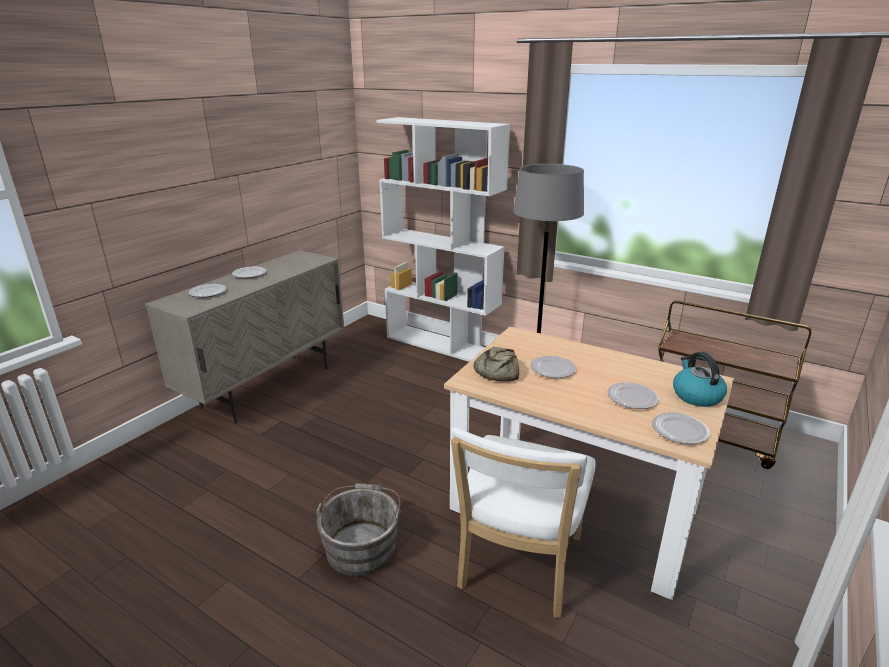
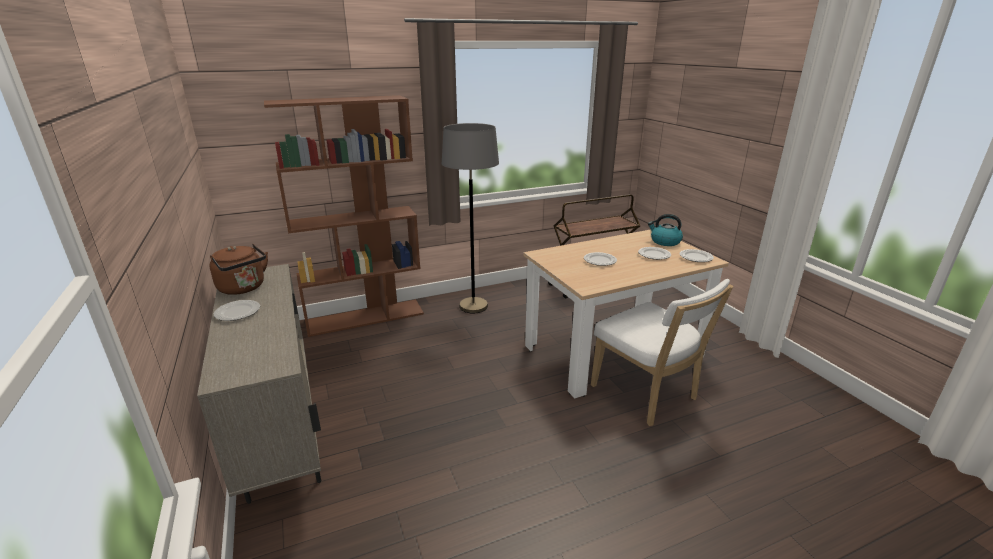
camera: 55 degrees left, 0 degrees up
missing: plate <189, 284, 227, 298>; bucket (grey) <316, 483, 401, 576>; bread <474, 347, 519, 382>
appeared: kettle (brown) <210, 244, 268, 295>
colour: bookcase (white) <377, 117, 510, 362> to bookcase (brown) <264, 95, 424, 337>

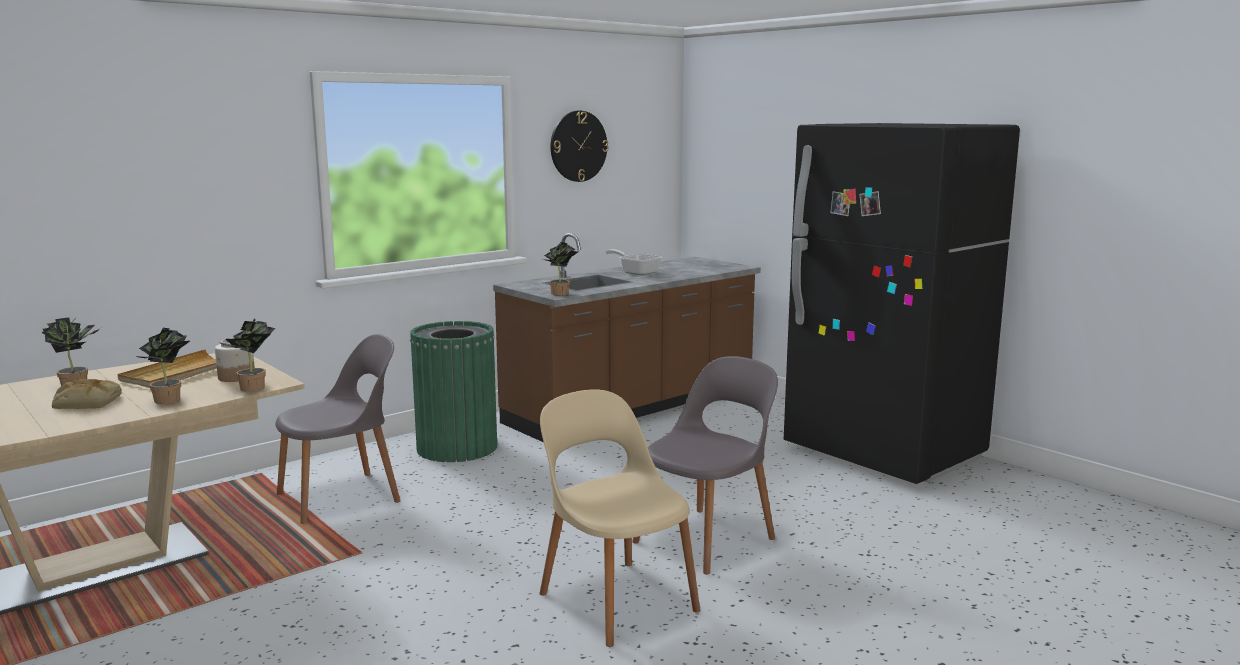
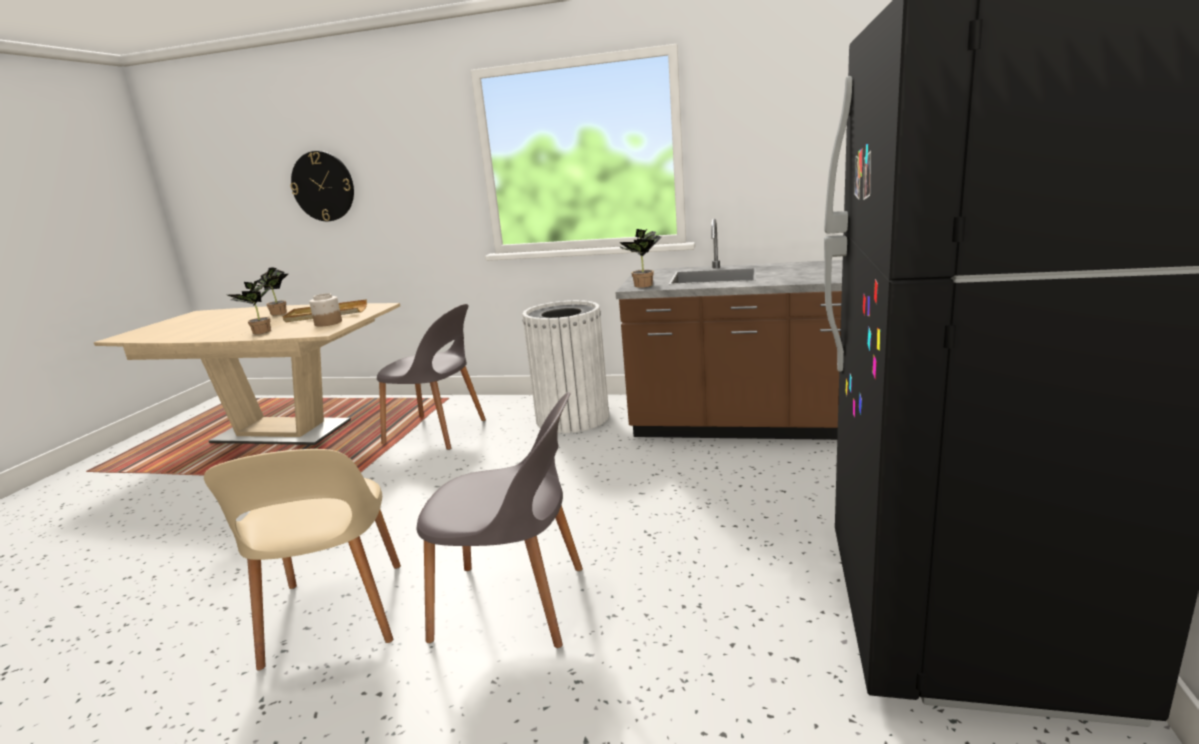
camera: 55 degrees right, 5 degrees up
missing: bread <52, 379, 122, 409>; potted plant <220, 319, 275, 391>; frying pan <606, 249, 662, 275>
relocated: wall clock <551, 111, 608, 182> to <290, 151, 354, 221>
colour: trash can (green) <410, 321, 497, 462> to trash can (white) <522, 300, 609, 433>
spun: chair (beige) <540, 389, 700, 647> = <204, 449, 401, 671> 150 degrees clockwise

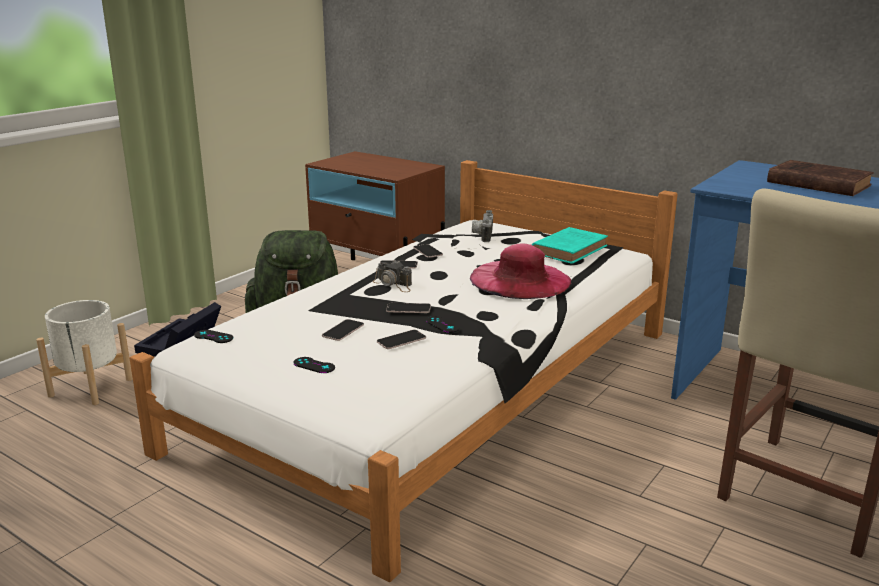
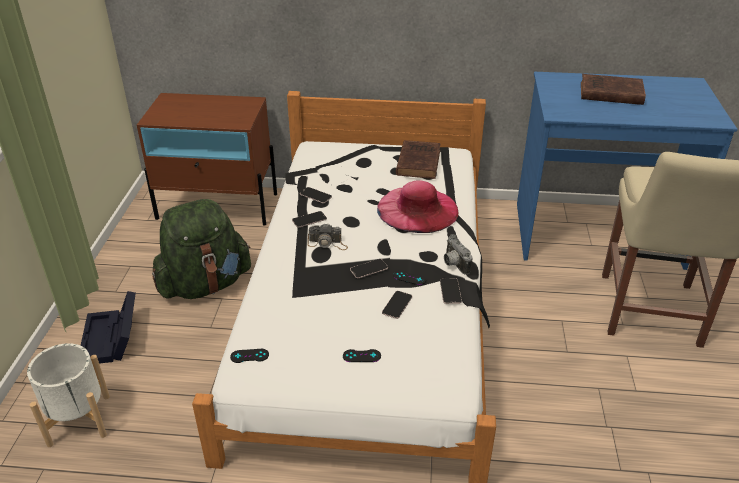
camera: 30 degrees left, 15 degrees up
relocated: phone <322, 319, 364, 341> to <440, 278, 462, 304>; photo camera <472, 210, 493, 242> to <444, 234, 473, 275>
colour: book (turquoise) <532, 227, 608, 264> to book (brown) <396, 140, 441, 179>

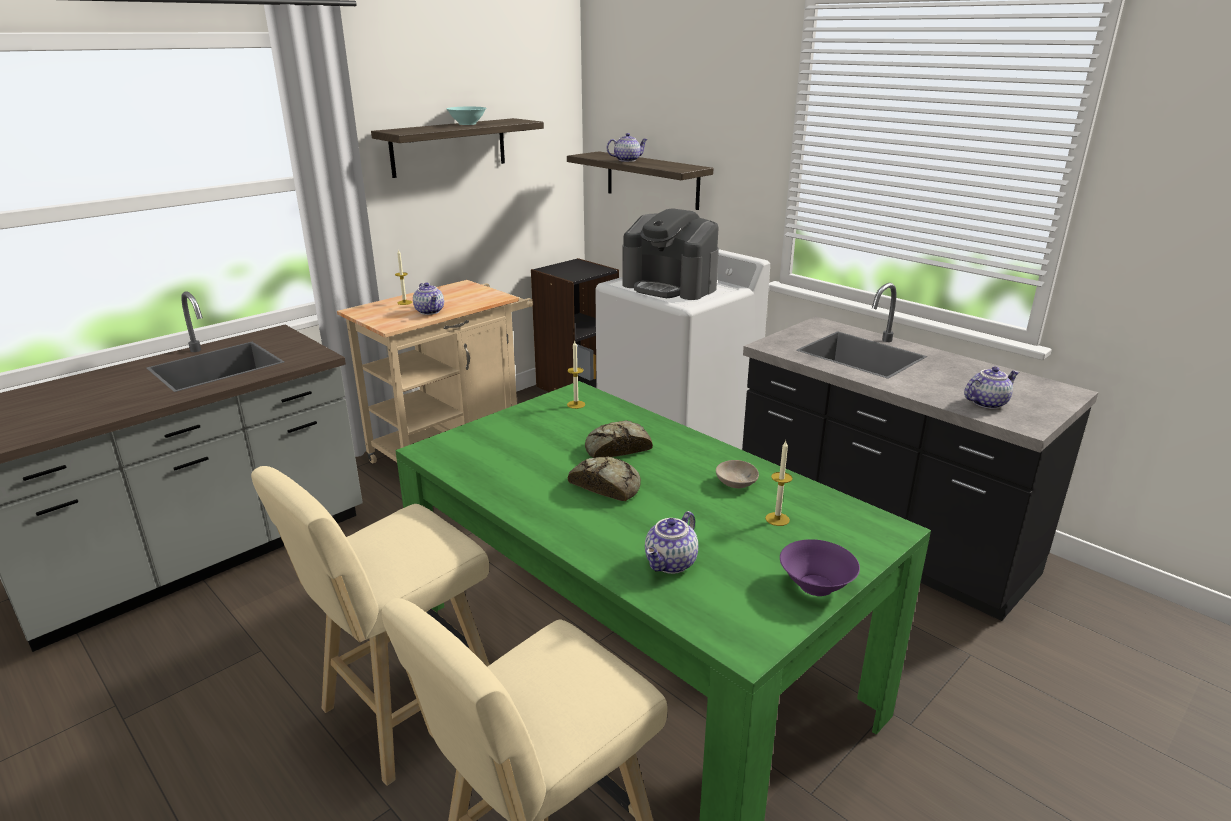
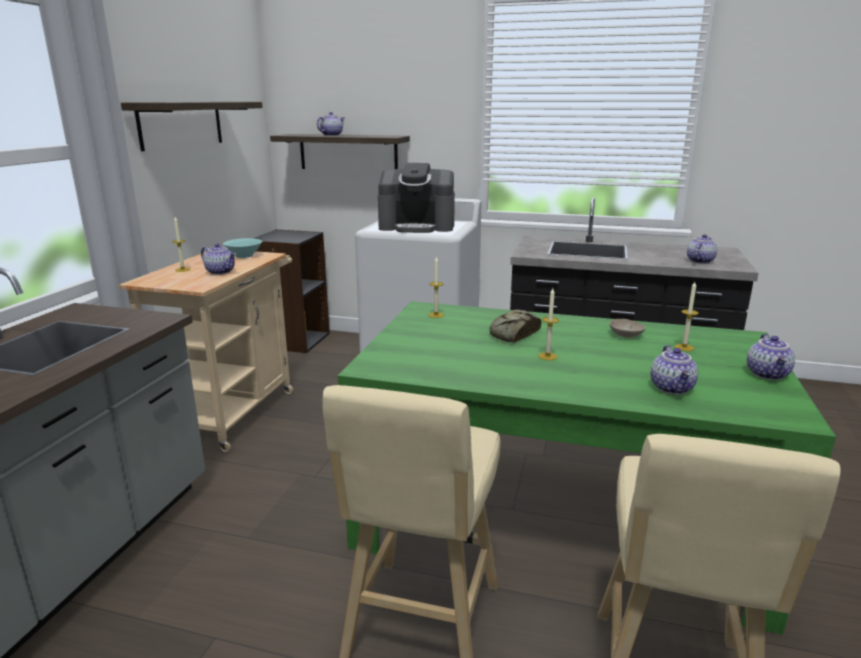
camera: 30 degrees left, 5 degrees down
relocated: bowl (turquoise) <447, 107, 486, 125> to <223, 238, 262, 258>
exchanged: bread <568, 457, 641, 501> to candle <538, 288, 559, 360>; bowl (purple) <780, 539, 860, 596> to teapot <747, 334, 795, 380>

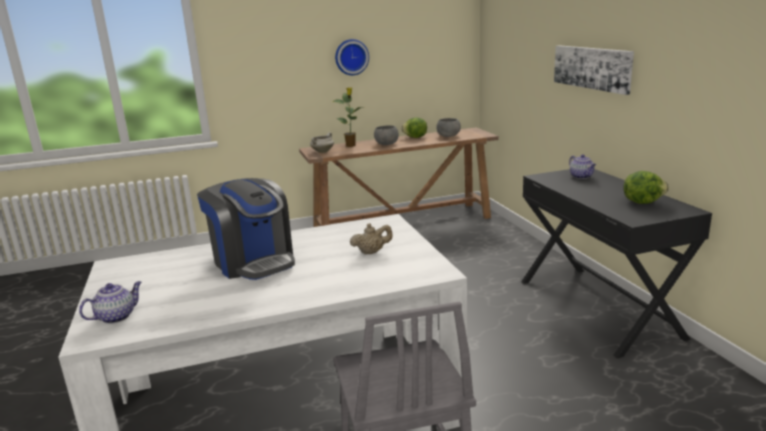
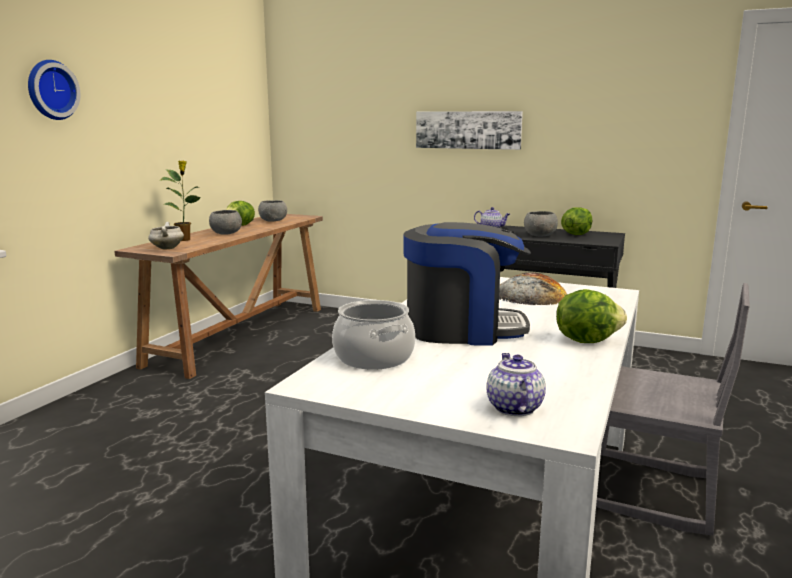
camera: 50 degrees left, 5 degrees down
appeared: cooking pot <332, 300, 415, 370>; bowl (grey) <524, 211, 558, 236>; lettuce <556, 289, 627, 343>
relocated: wall clock <335, 39, 369, 75> to <28, 60, 80, 120>
exchanged: teapot (beige) <350, 223, 393, 255> to bread <499, 272, 567, 305>

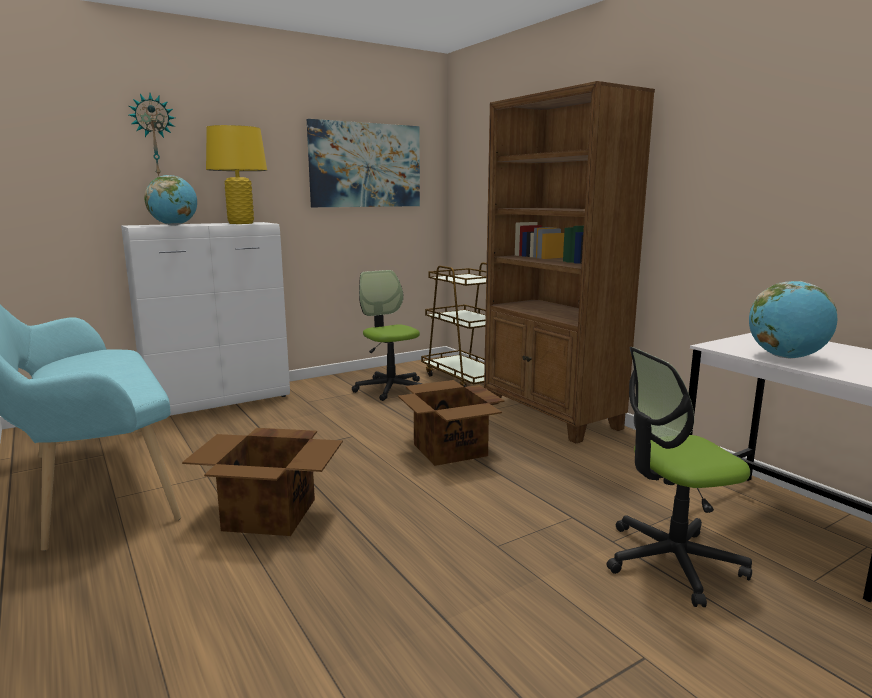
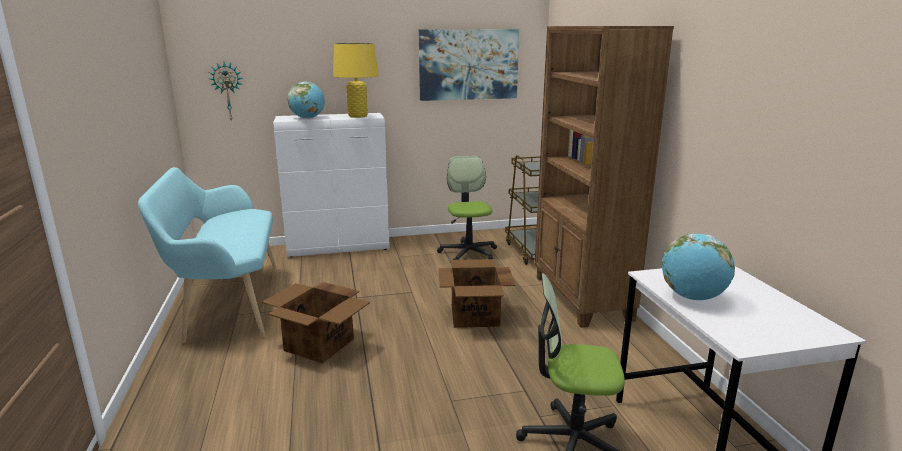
camera: 20 degrees right, 5 degrees up
relocated: wall clock <129, 93, 175, 177> to <209, 62, 243, 122>

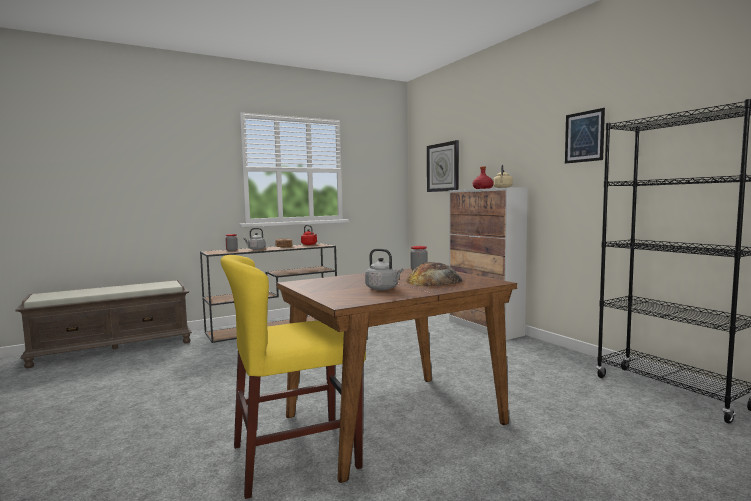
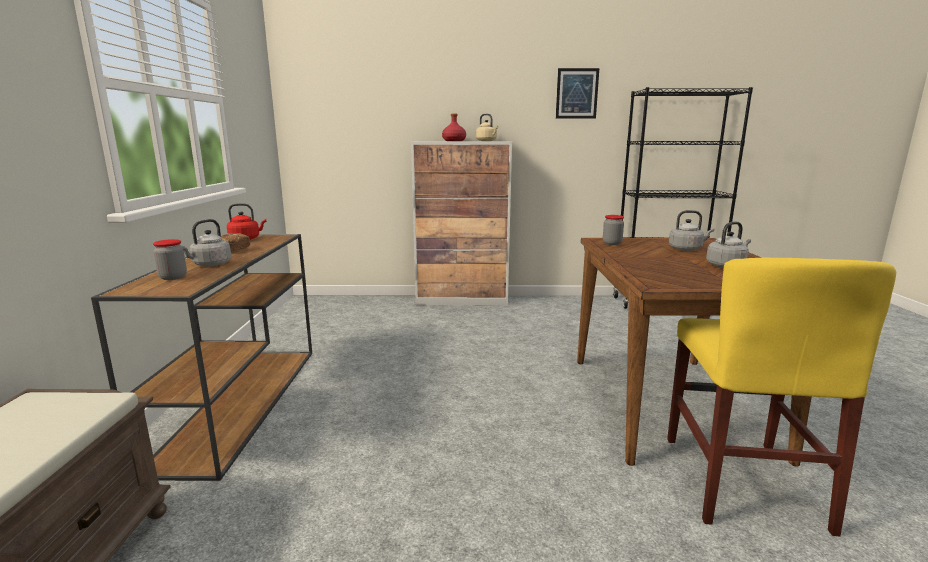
camera: 60 degrees left, 10 degrees up
missing: wall clock <427, 140, 459, 192>
exchanged: bread <406, 262, 462, 286> to kettle (grey) <669, 210, 714, 251>

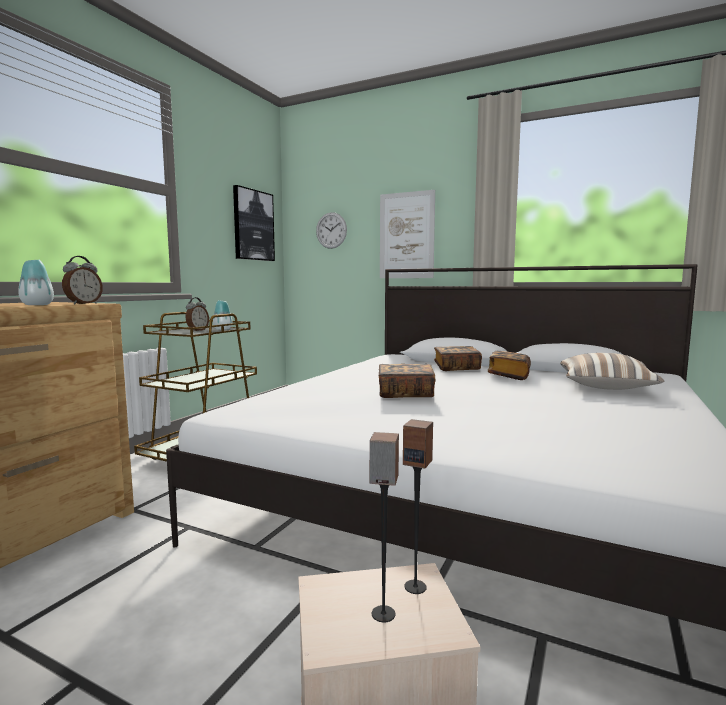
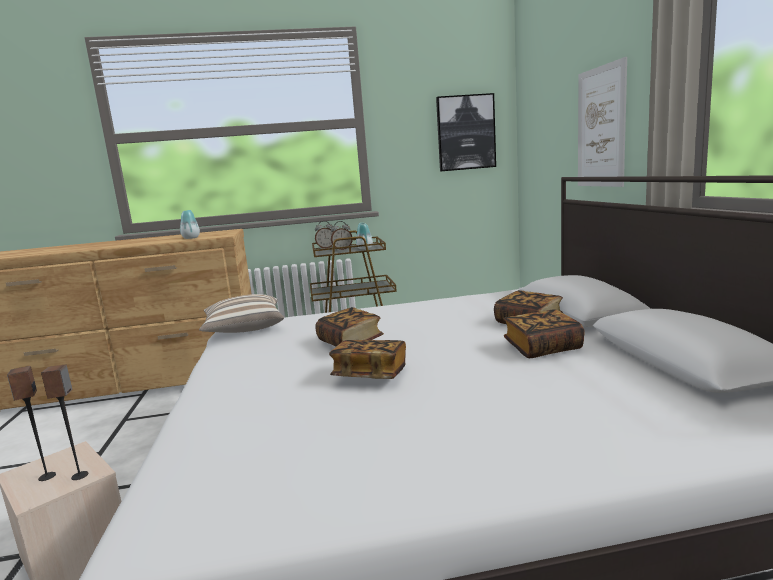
camera: 55 degrees right, 5 degrees up
missing: wall clock <316, 212, 347, 249>
appeared: book <329, 340, 406, 379>
relocated: alarm clock <62, 256, 103, 304> to <315, 221, 333, 249>; pillow <560, 353, 664, 390> to <199, 294, 284, 333>

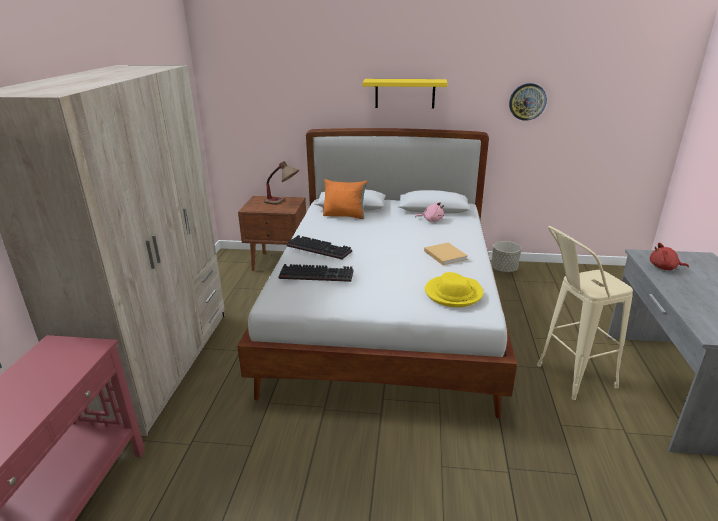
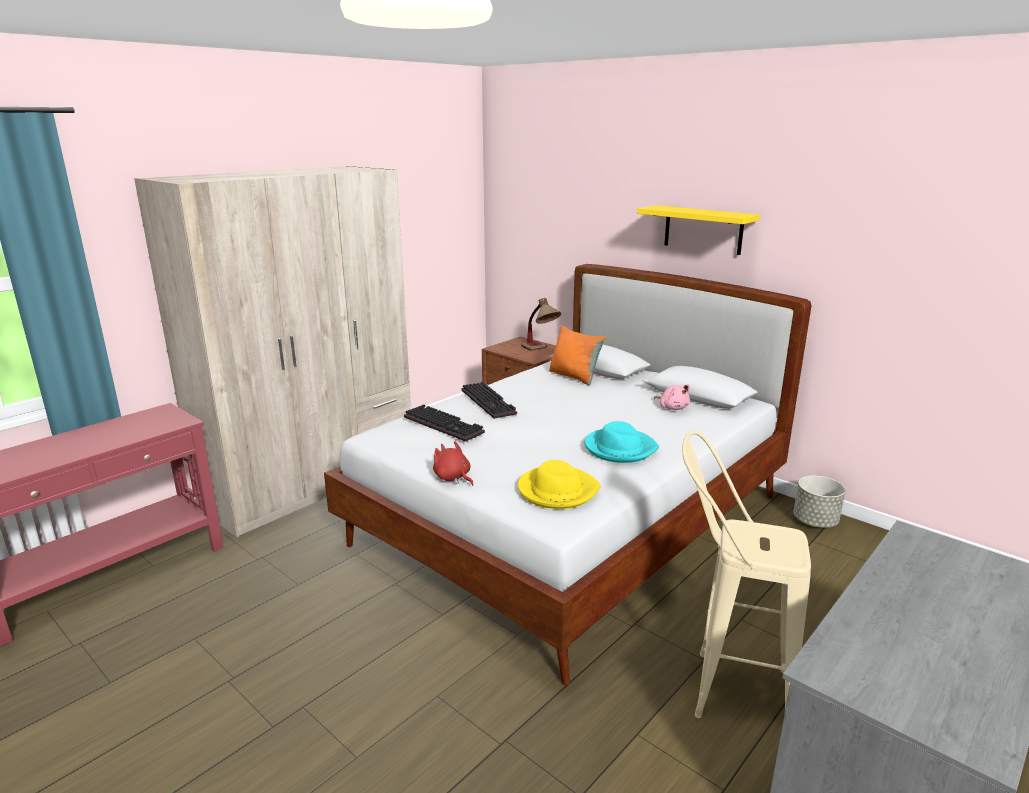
camera: 35 degrees right, 5 degrees down
missing: wall clock <509, 83, 547, 121>
relocated: plush toy (red) <650, 243, 689, 270> to <433, 441, 473, 486>
exchanged: book (beige) <424, 242, 468, 265> to hat (turquoise) <584, 421, 659, 463>

